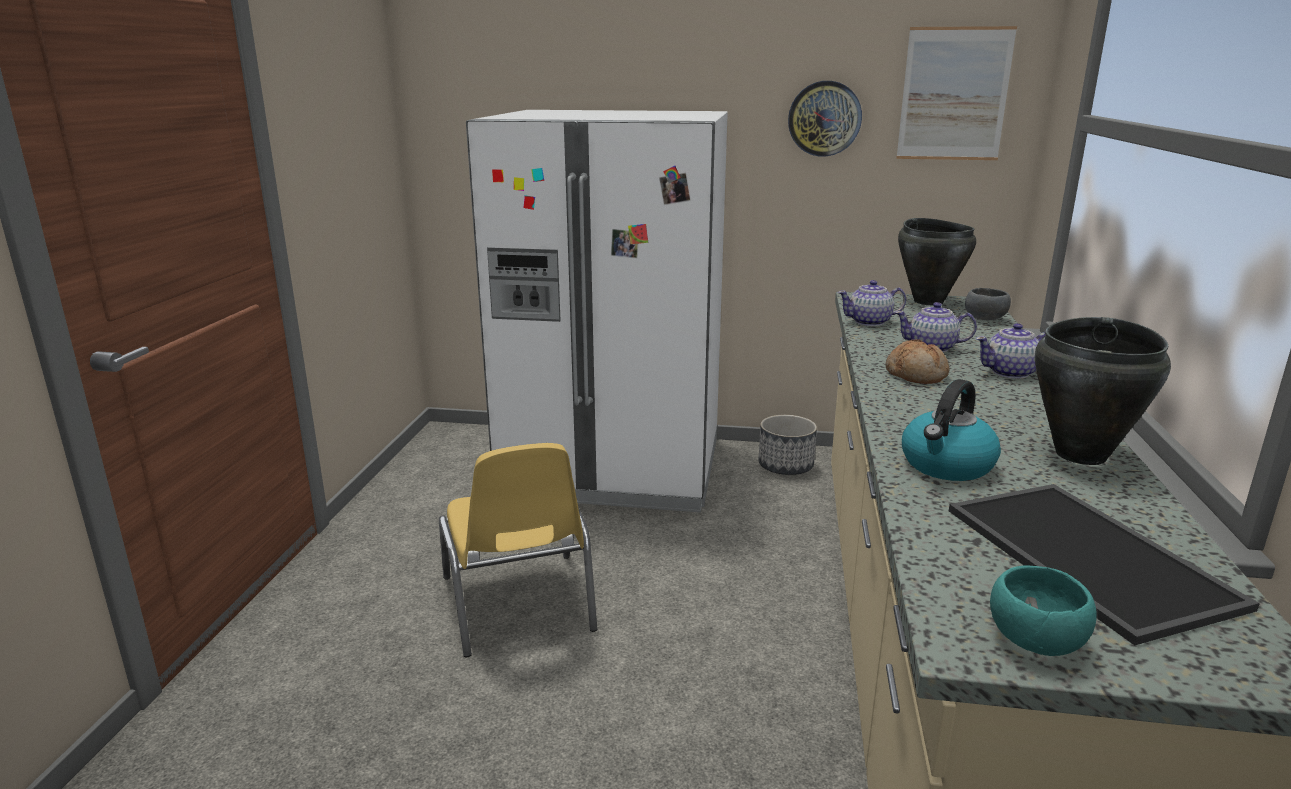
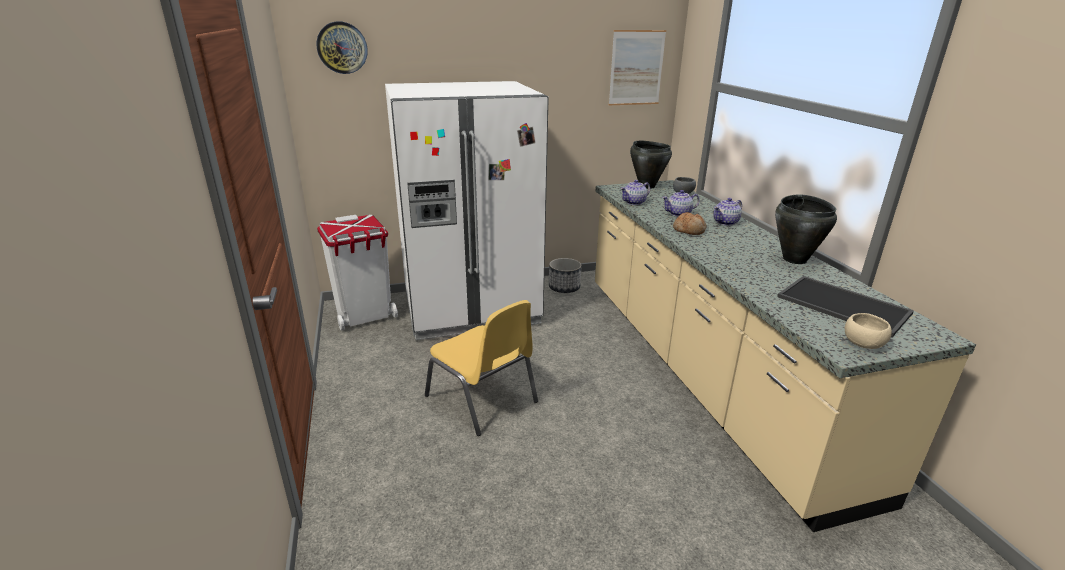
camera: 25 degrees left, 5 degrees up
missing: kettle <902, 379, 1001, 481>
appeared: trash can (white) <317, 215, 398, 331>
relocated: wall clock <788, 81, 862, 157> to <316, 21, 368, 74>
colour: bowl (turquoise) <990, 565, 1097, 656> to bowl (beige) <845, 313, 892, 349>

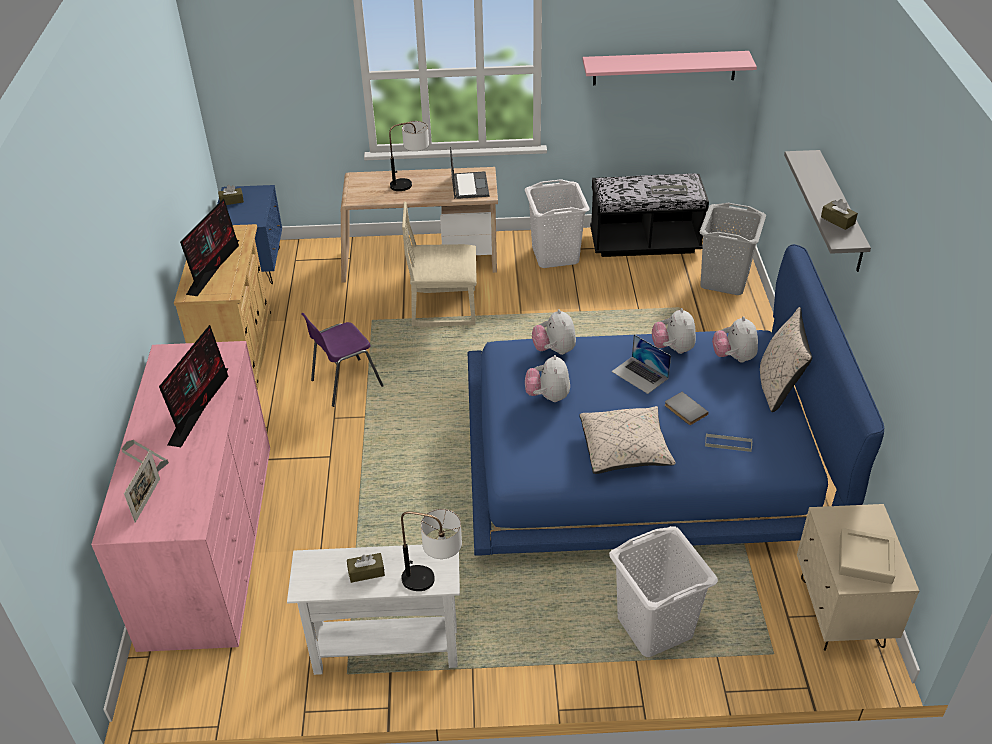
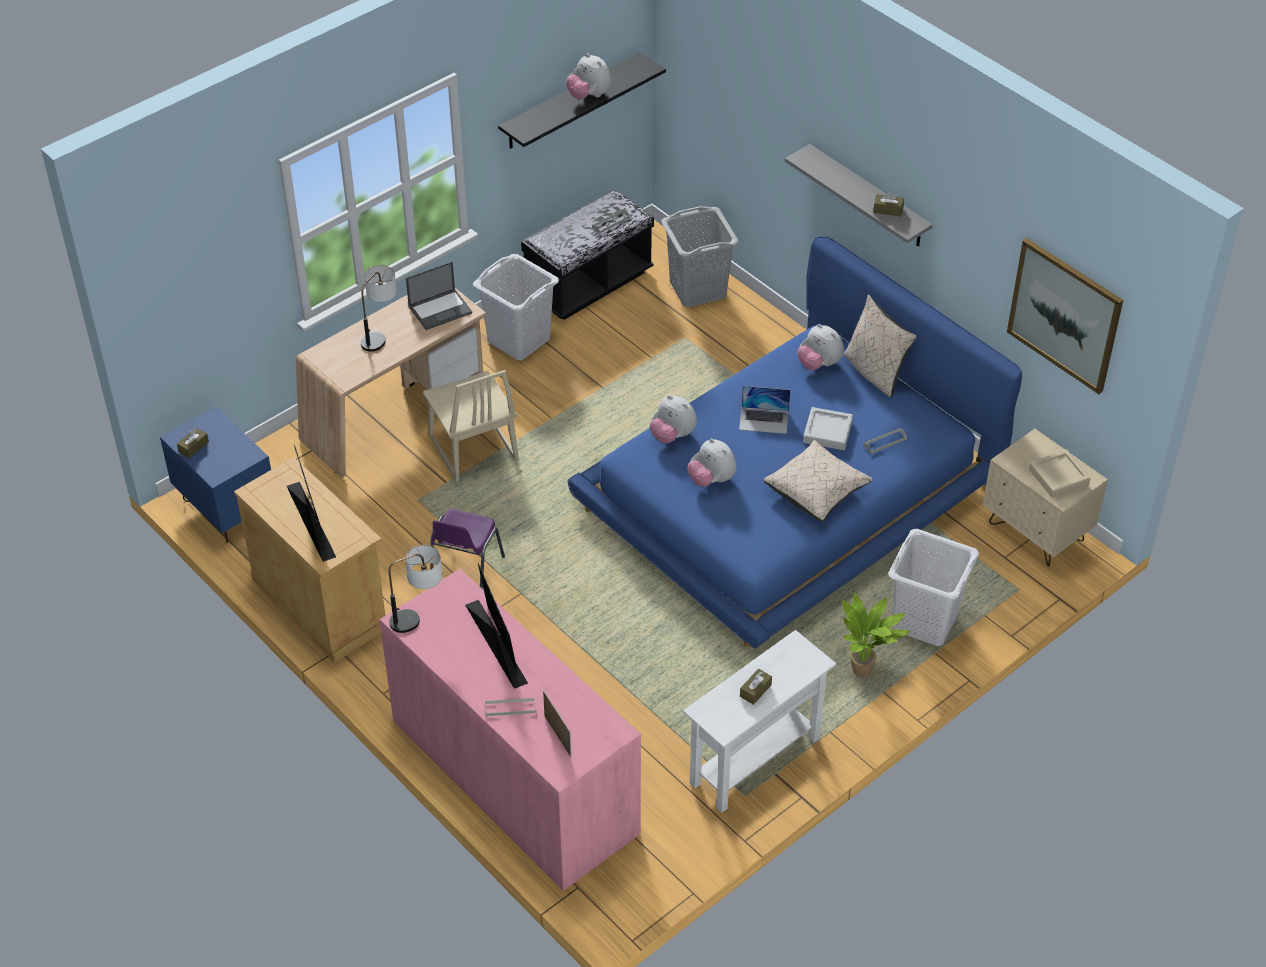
camera: 40 degrees left, 5 degrees up
appeared: potted plant <842, 593, 910, 677>; picture <1007, 238, 1123, 394>
relocated: table lamp <401, 509, 462, 591> to <388, 545, 442, 633>; plush toy <652, 308, 696, 354> to <566, 53, 612, 99>
exchanged: book (grey) <665, 392, 709, 425> to tray (grey) <803, 407, 853, 450>
colour: shelf (pink) <583, 51, 757, 85> to shelf (black) <498, 52, 666, 149>
spun: chair (beige) <402, 202, 477, 327> = <423, 370, 519, 482> 75 degrees counterclockwise; laptop <450, 147, 489, 199> = <406, 262, 472, 330> 105 degrees clockwise

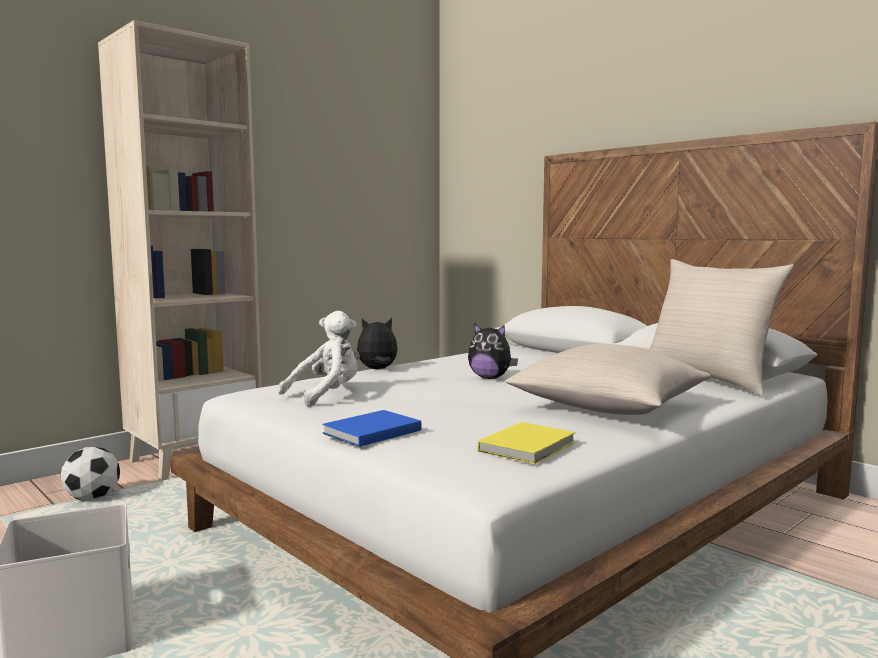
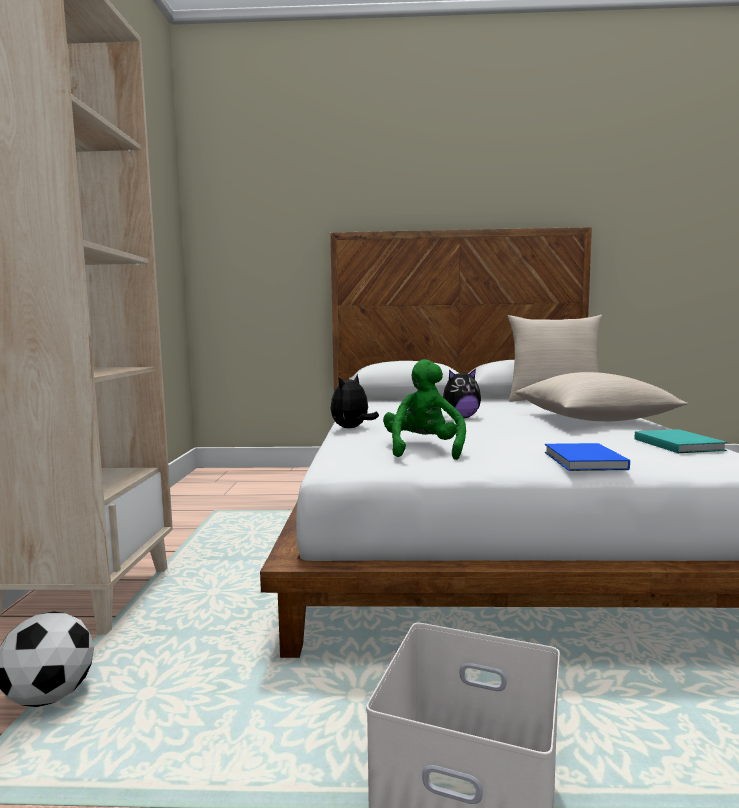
camera: 45 degrees left, 0 degrees up
colour: plush toy (white) <278, 311, 358, 407> to plush toy (green) <383, 359, 466, 460>; book (yellow) <478, 422, 576, 464> to book (turquoise) <635, 429, 727, 453>

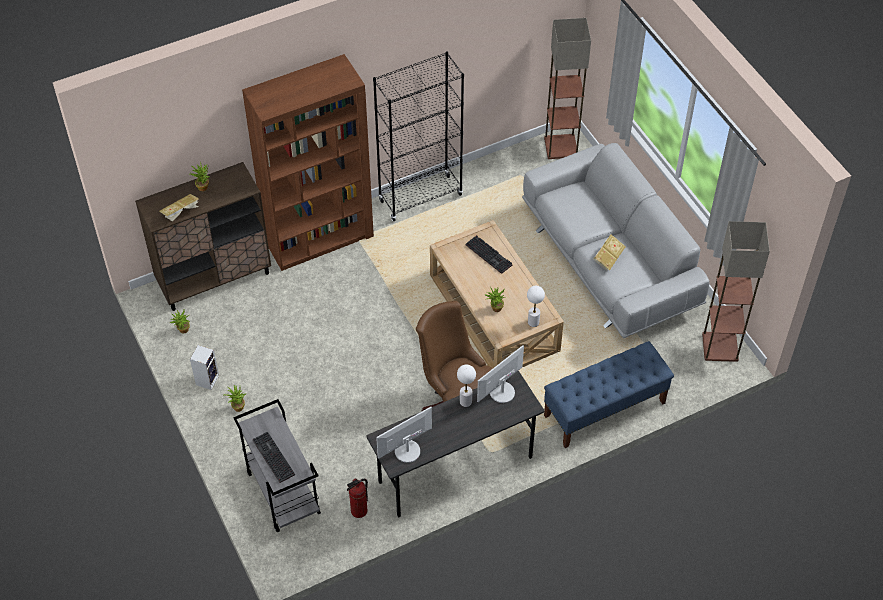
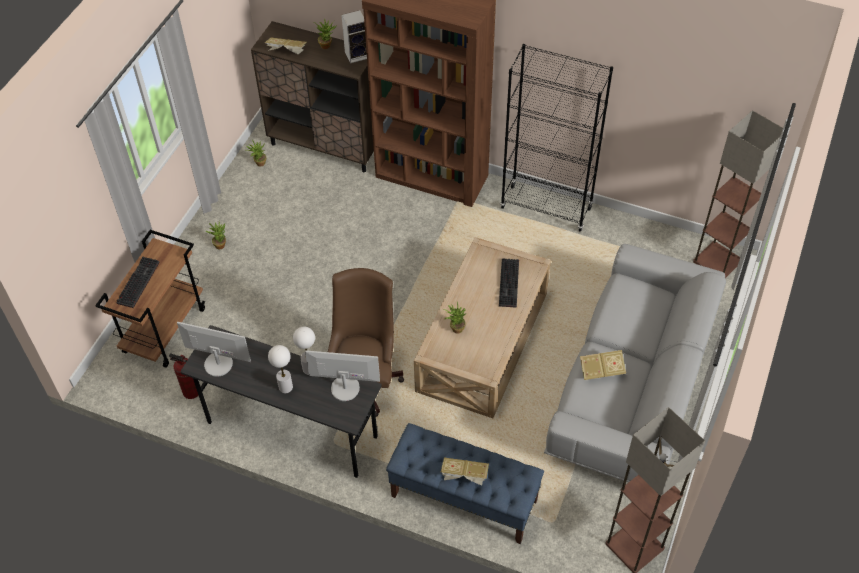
camera: 50 degrees right, 0 degrees up
appeared: book <441, 457, 489, 486>
relocated: speaker <190, 345, 219, 390> to <341, 10, 367, 63>; table lamp (white) <527, 286, 545, 327> to <268, 345, 293, 393>
colour: cart (grey) <233, 399, 321, 532> to cart (brown) <95, 230, 205, 368>

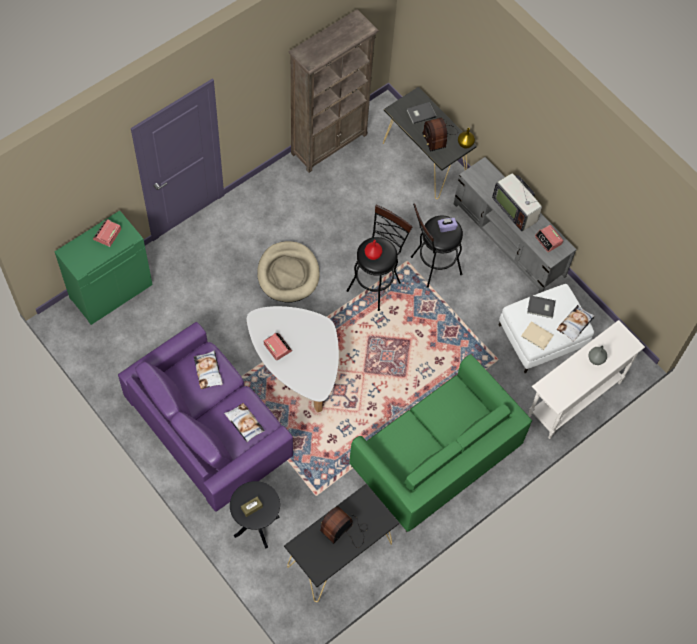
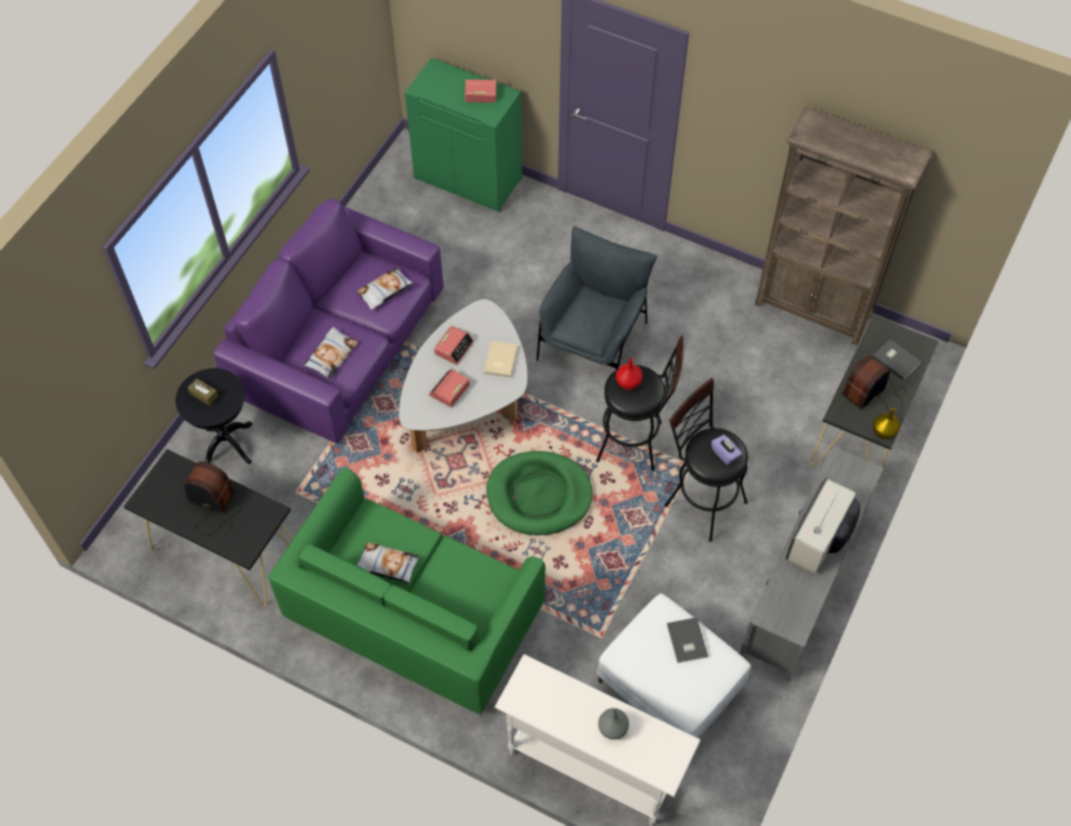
camera: 70 degrees right, 5 degrees down
appeared: dog bed (green) <486, 451, 592, 535>
relocated: book (beige) <521, 322, 554, 350> to <484, 341, 518, 378>; alarm clock <535, 225, 563, 252> to <429, 369, 470, 408>; pillow <556, 305, 595, 342> to <357, 542, 420, 583>
exchanged: dog bed (beige) <257, 241, 320, 303> to armchair (grey) <536, 226, 657, 370>

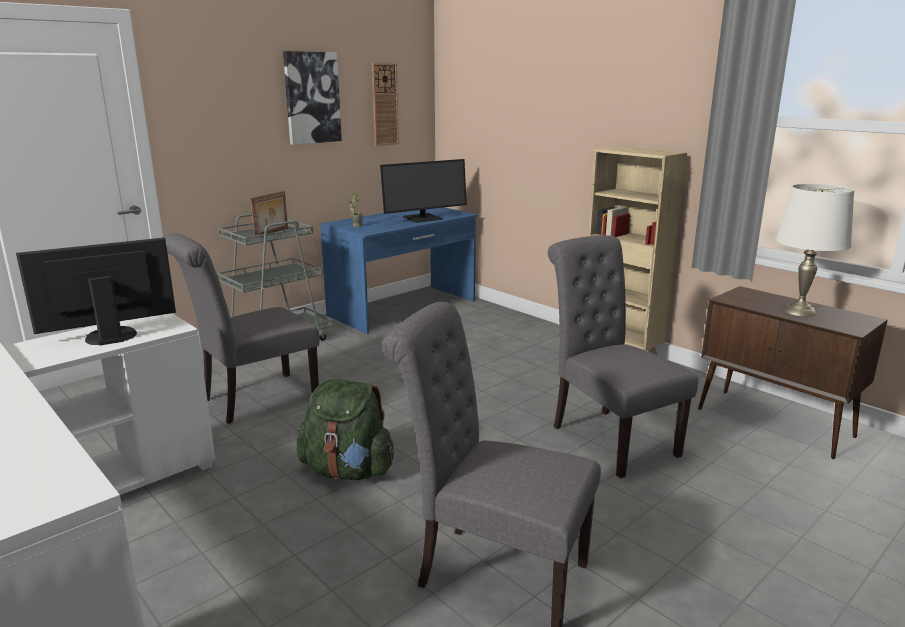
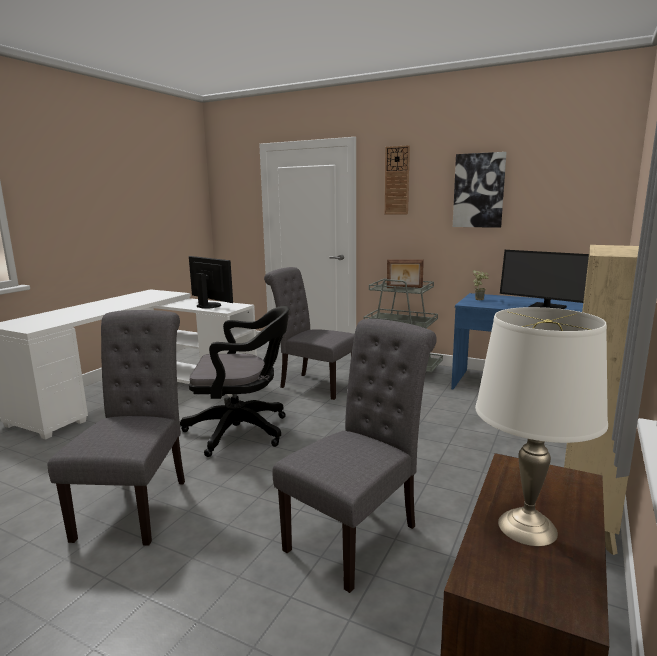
camera: 70 degrees right, 5 degrees down
relocated: wall clock <372, 63, 399, 146> to <385, 145, 410, 214>
exchanged: backpack (green) <297, 379, 395, 480> to office chair (black) <180, 306, 290, 457>

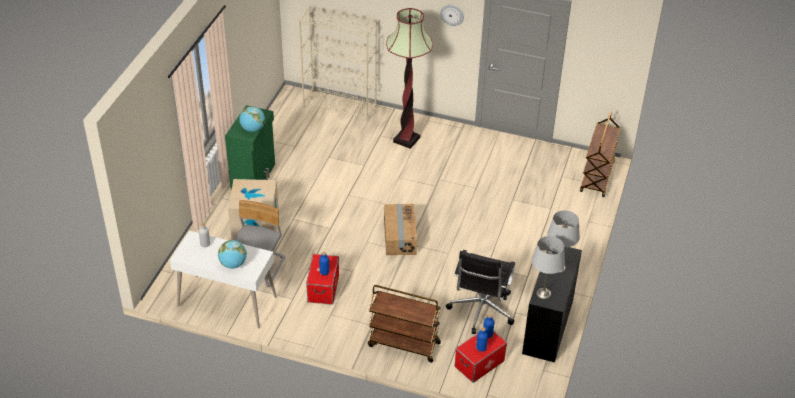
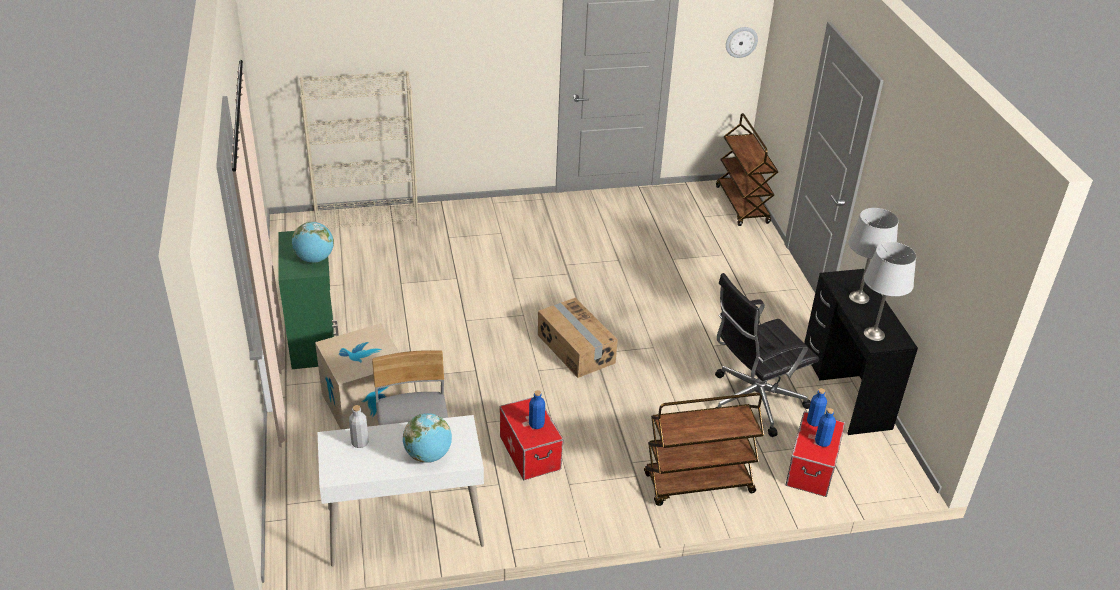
camera: 30 degrees left, 5 degrees down
missing: floor lamp <386, 8, 433, 149>
relocated: wall clock <440, 5, 464, 26> to <726, 27, 758, 58>
spun: office chair (black) <446, 250, 515, 334> = <715, 273, 819, 437> 75 degrees clockwise

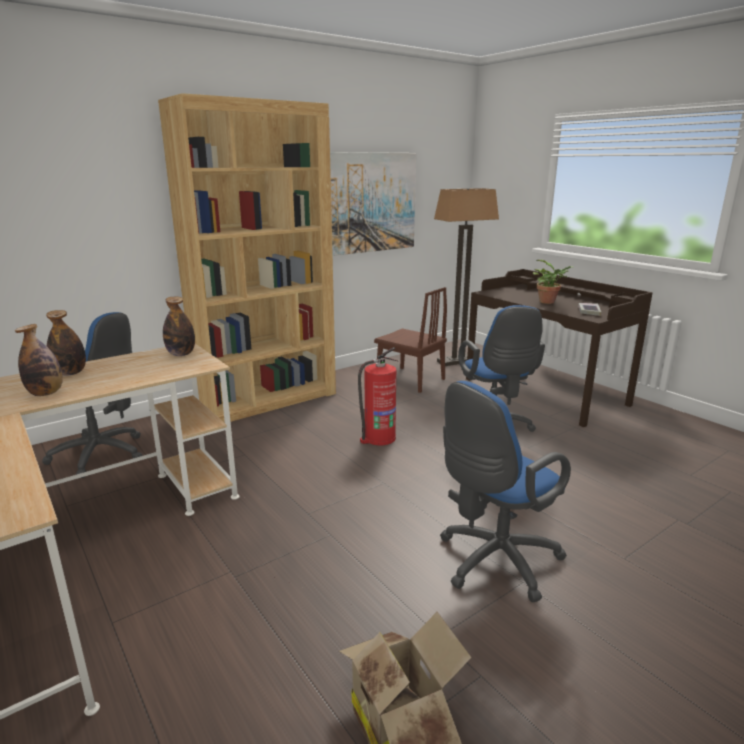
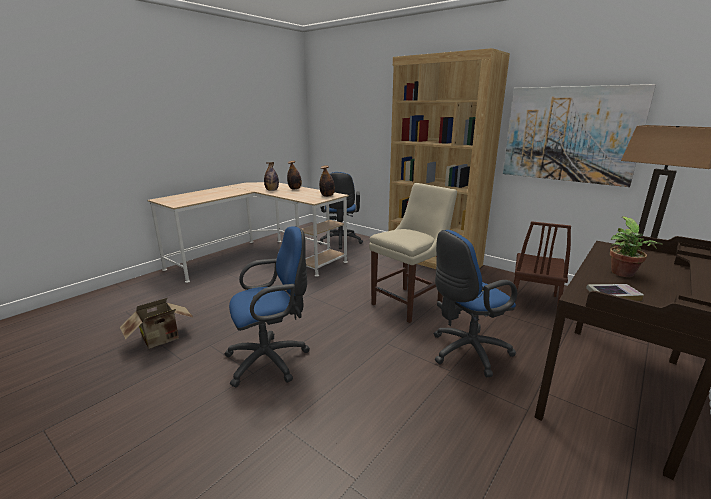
camera: 75 degrees right, 0 degrees up
exchanged: fire extinguisher <358, 347, 398, 445> to chair (beige) <369, 183, 457, 323>
spun: office chair (blue) <440, 381, 571, 602> = <225, 226, 310, 387> 120 degrees clockwise

